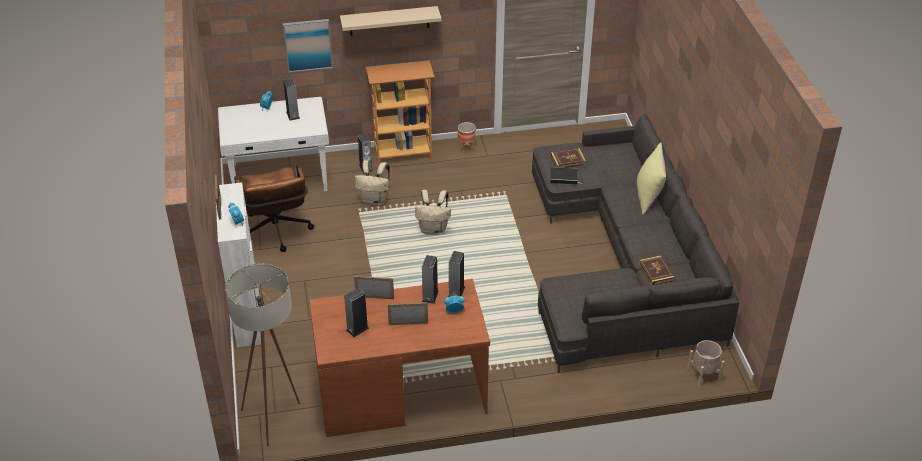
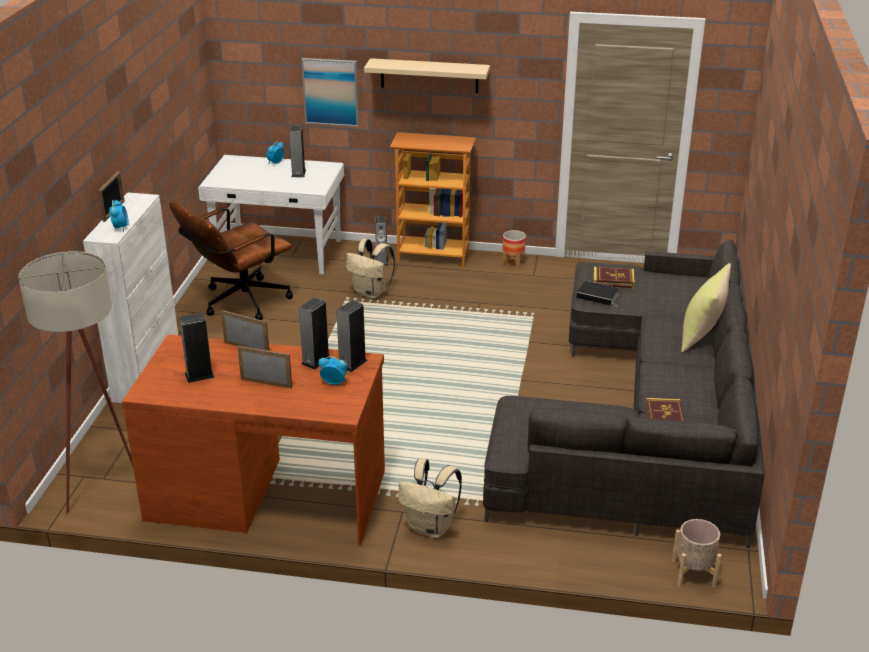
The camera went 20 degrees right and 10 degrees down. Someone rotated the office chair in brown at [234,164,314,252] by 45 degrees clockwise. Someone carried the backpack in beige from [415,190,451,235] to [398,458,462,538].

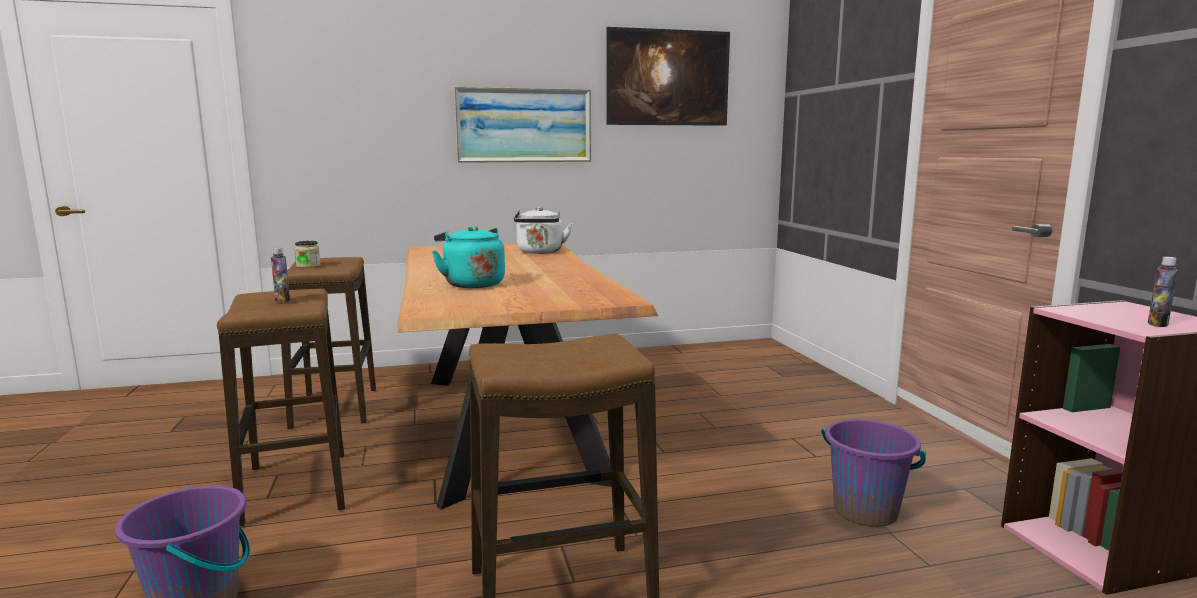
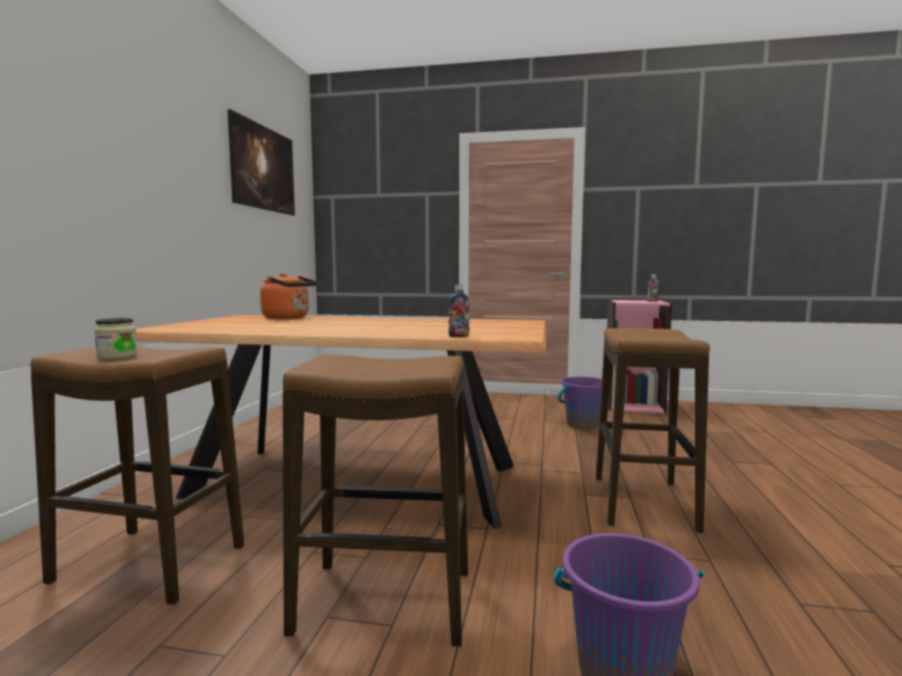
The camera went 65 degrees left and 5 degrees down. Someone repainted the kettle in white at [514,207,573,254], which became the kettle in orange at [260,273,317,319]. Someone carried the bottle from [271,248,290,302] to [448,285,470,337]. Someone took away the kettle in turquoise at [432,226,505,288]. Someone took away the picture at [454,87,591,163].

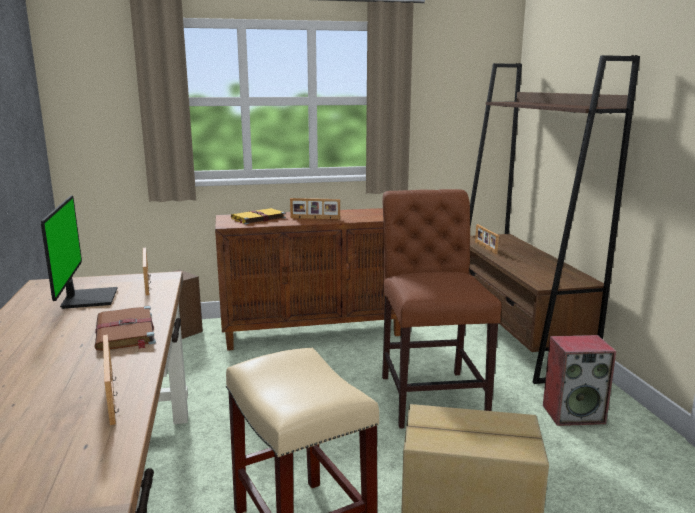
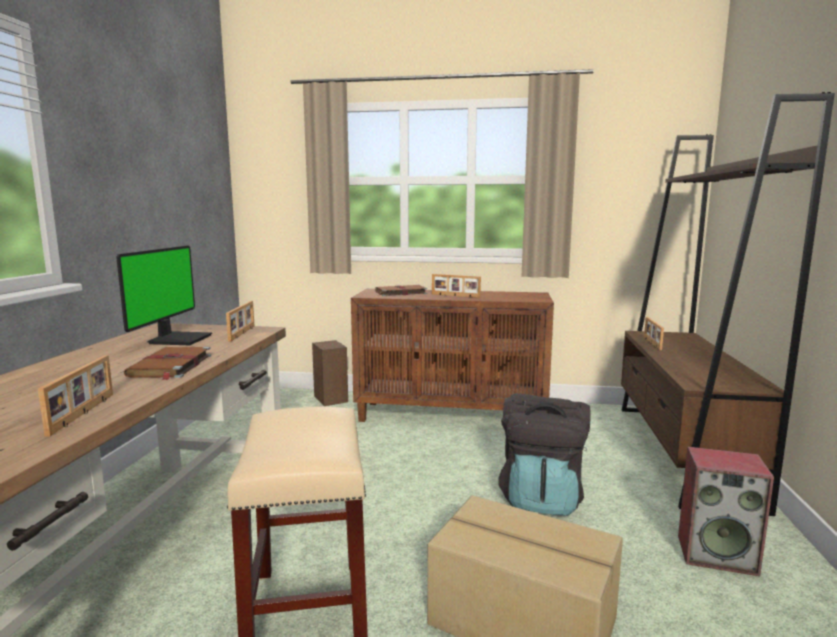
The camera went 20 degrees right and 5 degrees down. Someone repainted the book in yellow at [231,208,286,224], which became the book in brown at [375,285,427,296]. Someone swapped the chair in brown at [382,189,502,429] for the backpack in black at [499,393,591,515].

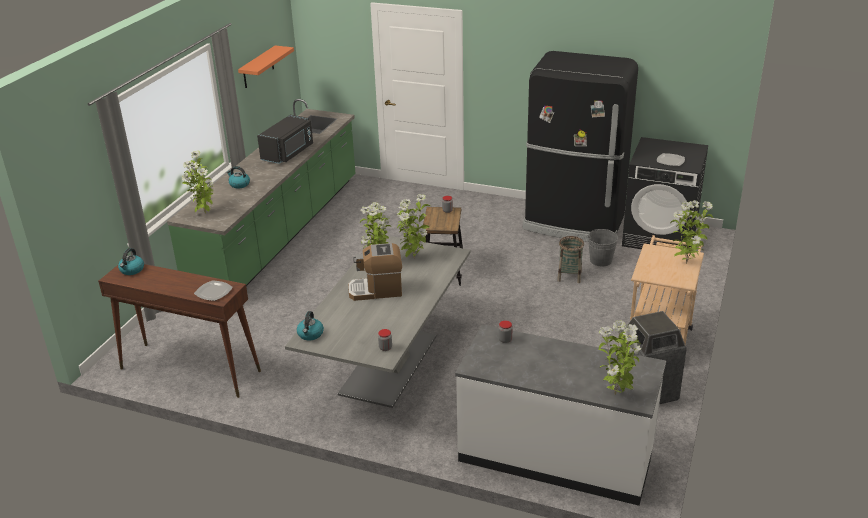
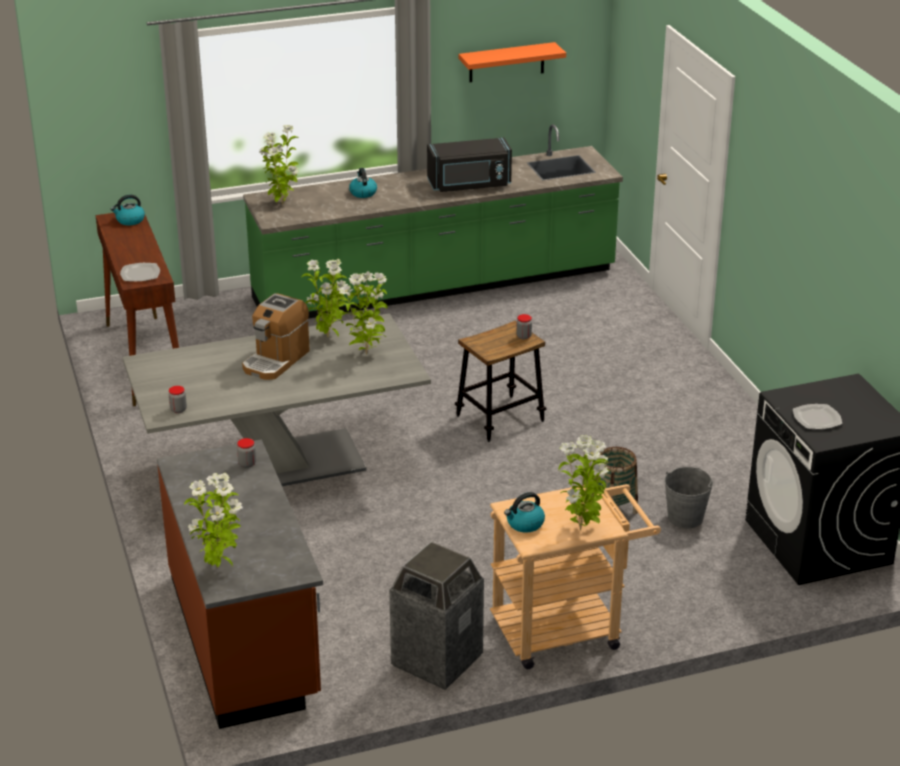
The camera went 50 degrees right and 0 degrees up. Someone repainted the counter in white at [455,325,666,506], which became the counter in brown at [157,440,323,729]. Someone rotated the coffee machine at [348,243,402,301] by 105 degrees counterclockwise. Someone carried the kettle from [297,311,324,341] to [504,492,545,533]. Someone took away the fridge in black at [523,51,638,242].

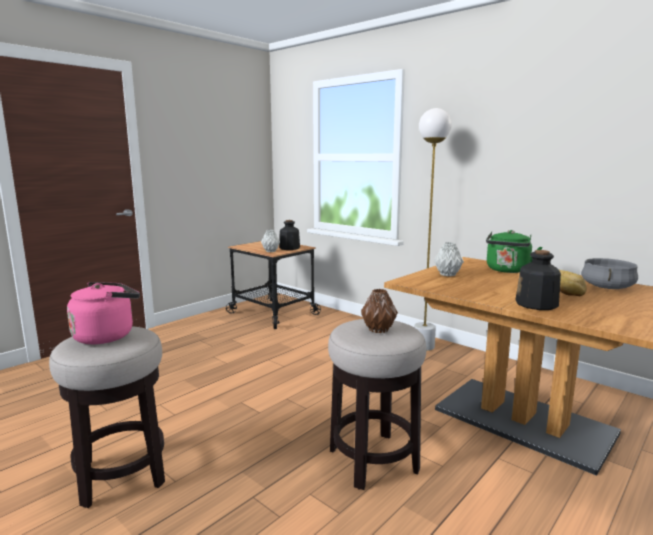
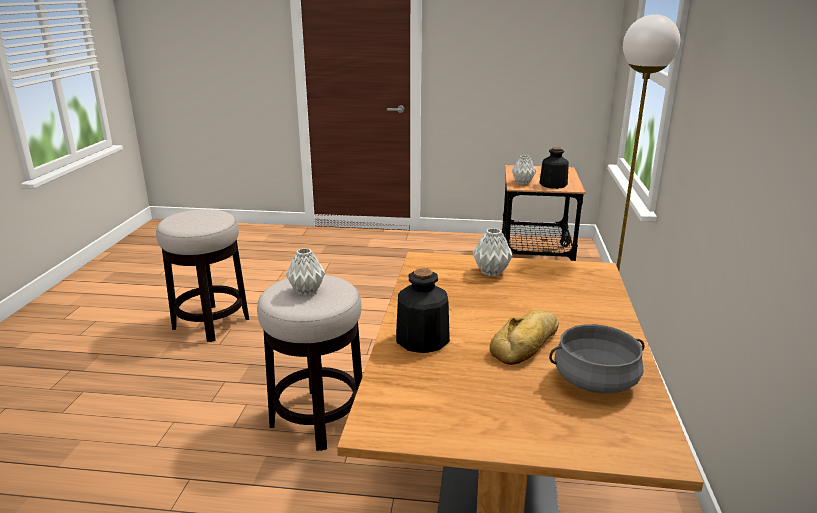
The camera went 55 degrees right and 10 degrees up. Someone repainted the vase in brown at [361,289,398,333], which became the vase in grey at [286,248,325,295]. Someone took away the kettle in pink at [67,282,140,344]. Someone took away the kettle in green at [486,230,543,273].

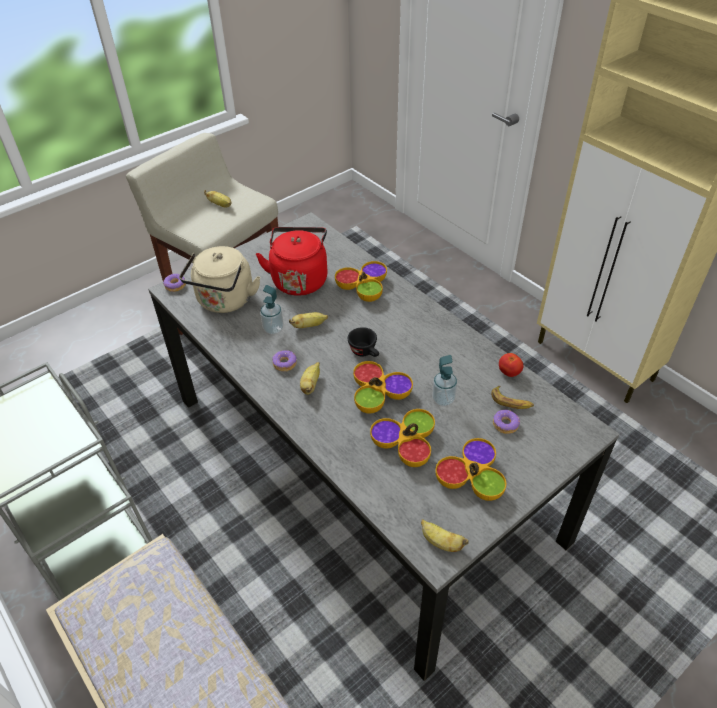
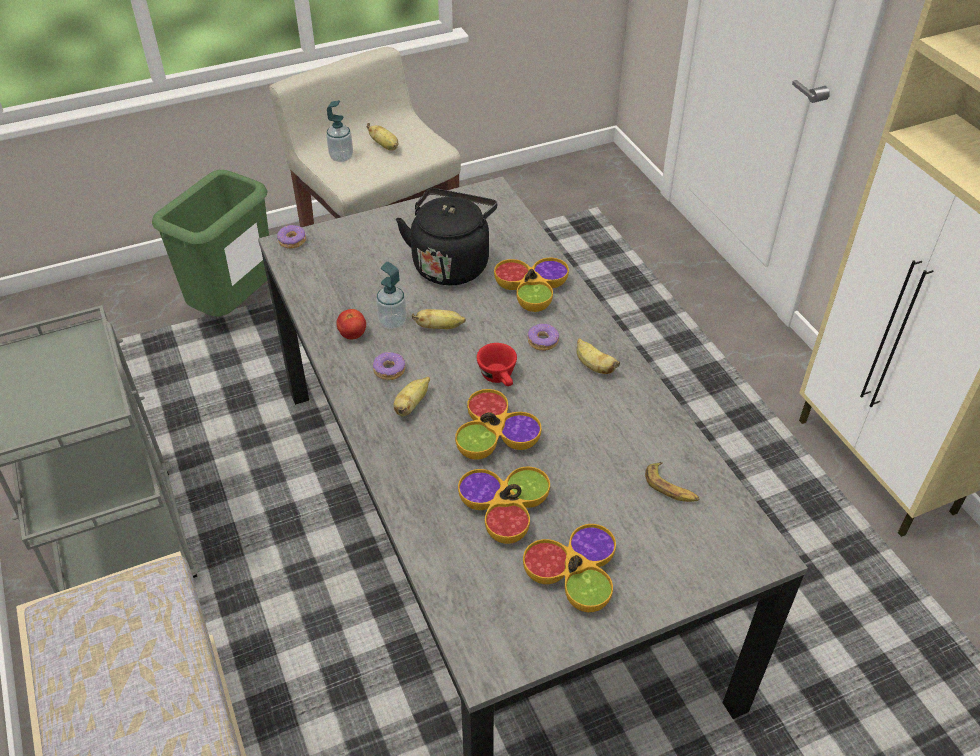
The camera went 15 degrees right and 0 degrees up. Someone put down the trash can in green at [152,170,269,316]. Someone carried the soap dispenser from [432,355,457,406] to [326,100,353,162]. Someone carried the tomato from [499,353,523,377] to [336,309,366,340]. Someone repainted the kettle in red at [256,227,328,296], which became the kettle in black at [396,188,497,285]. Someone repainted the cup in black at [348,327,379,357], which became the cup in red at [477,343,517,386]. Someone carried the donut from [493,410,520,434] to [528,324,560,351]. Someone carried the banana from [421,519,469,552] to [576,338,620,374]. Someone took away the kettle in beige at [179,246,261,313].

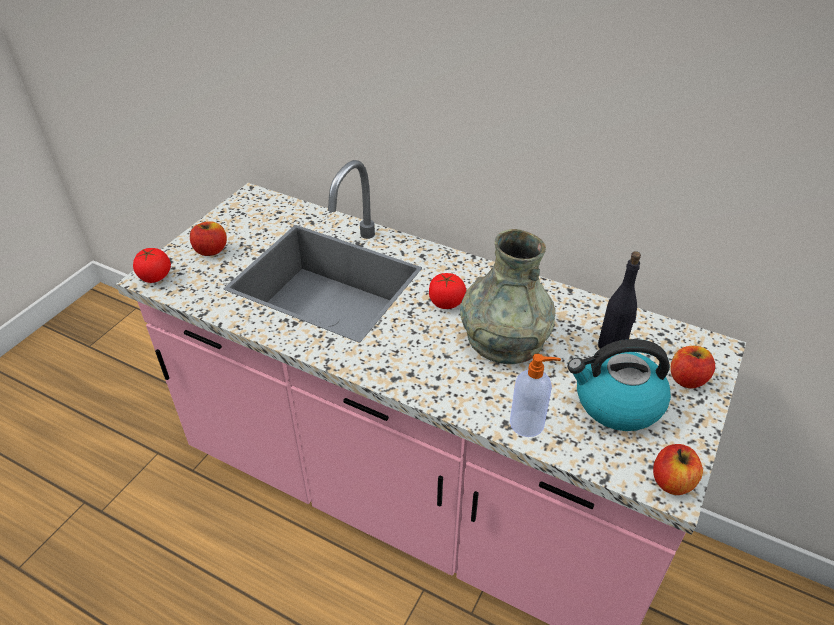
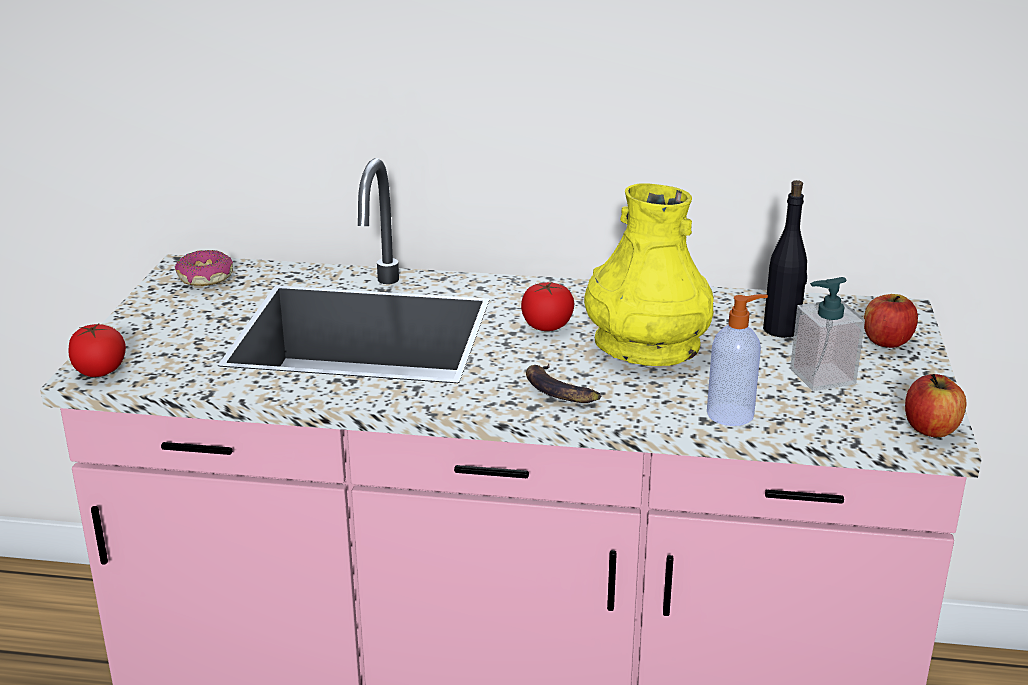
The camera went 20 degrees left and 15 degrees down. Someone put down the donut at [175,250,233,286]. Someone put down the banana at [526,364,601,403]. Someone repainted the vase in grey at [460,229,555,364], which became the vase in yellow at [584,183,714,366]. Someone swapped the kettle at [568,339,671,431] for the soap dispenser at [790,277,865,391]. Someone took away the apple at [190,222,227,256].

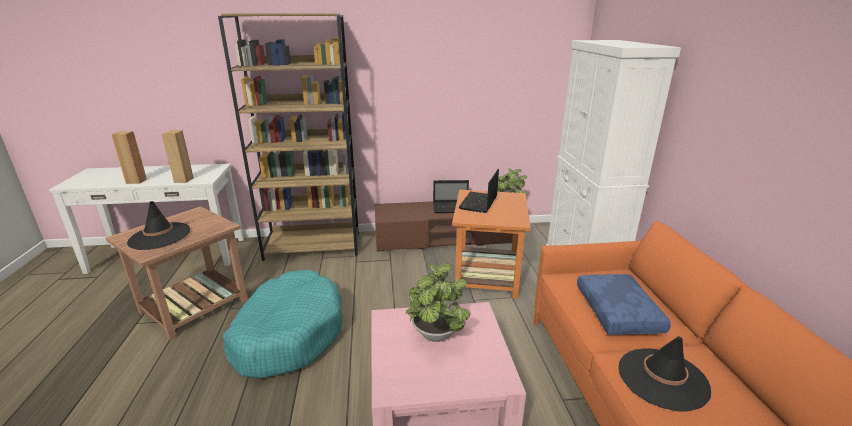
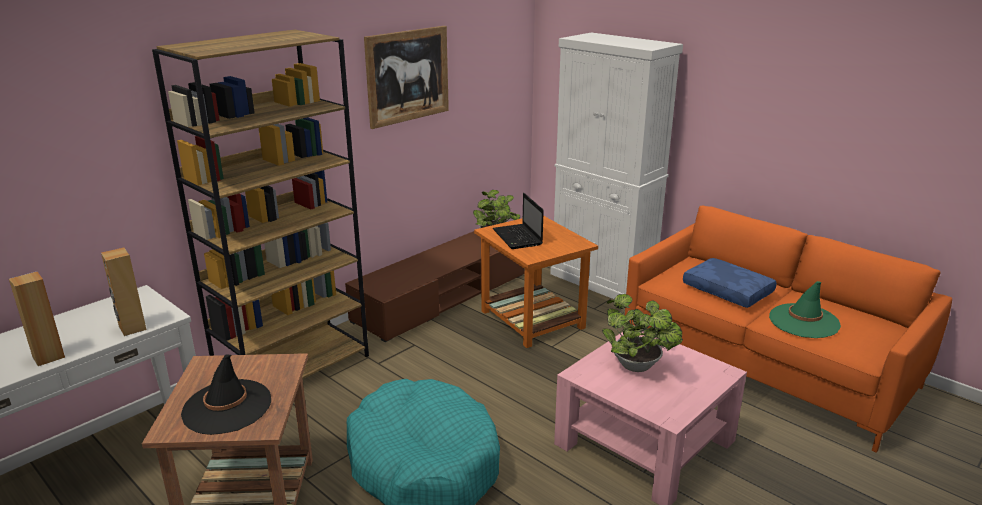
The camera went 40 degrees left and 0 degrees up. Someone put up the picture at [364,26,449,129]. Someone repainted the hat in black at [618,337,711,411], which became the hat in green at [769,281,841,338]. Someone took away the laptop at [433,180,469,213].

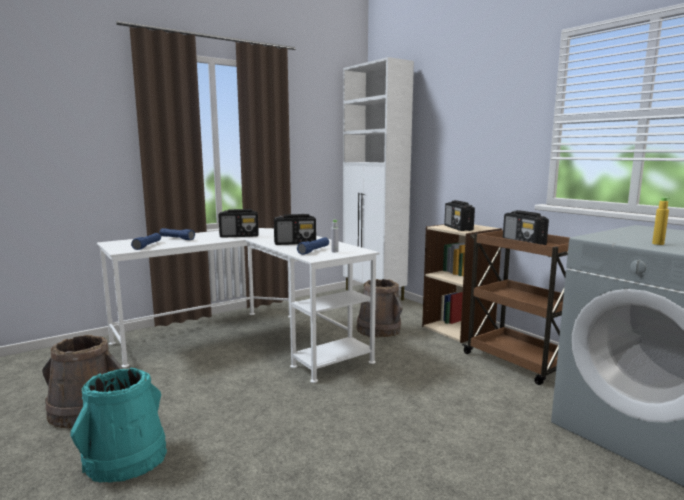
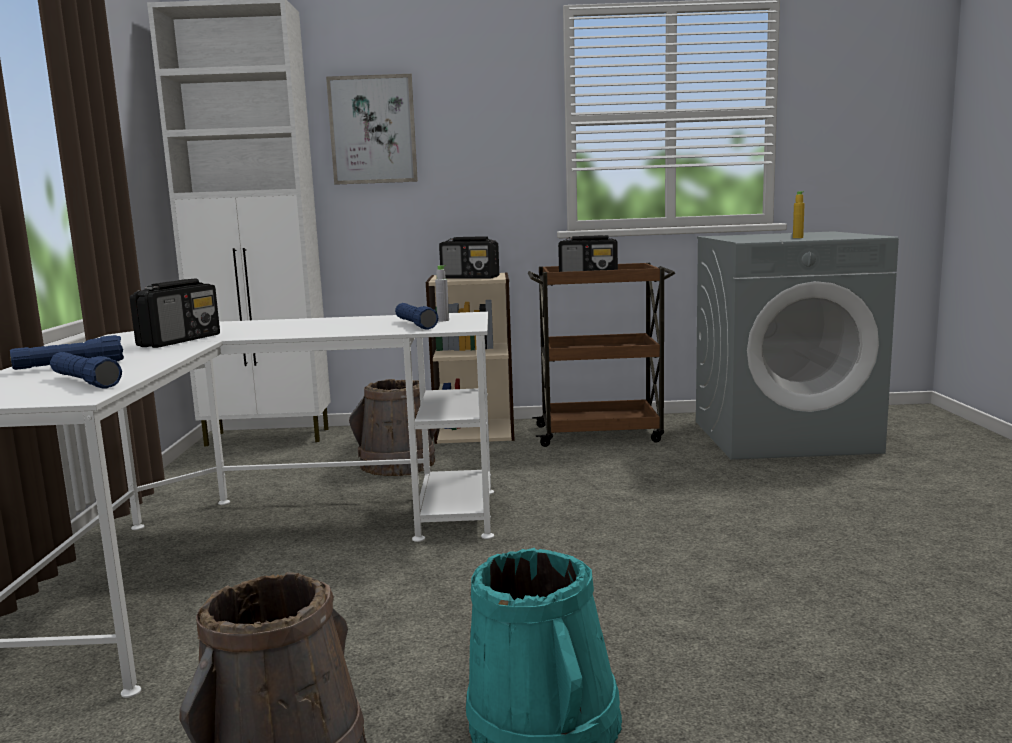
The camera went 55 degrees left and 0 degrees up. Someone put up the picture at [326,74,418,185]. Someone took away the radio at [274,214,316,245].

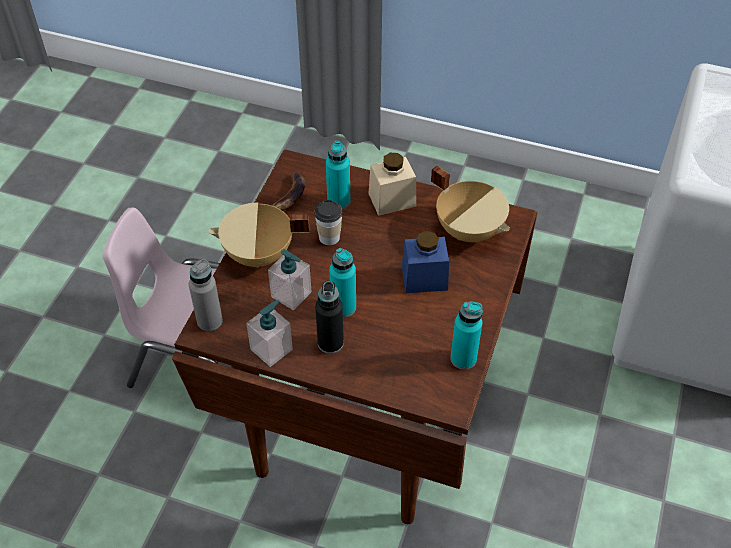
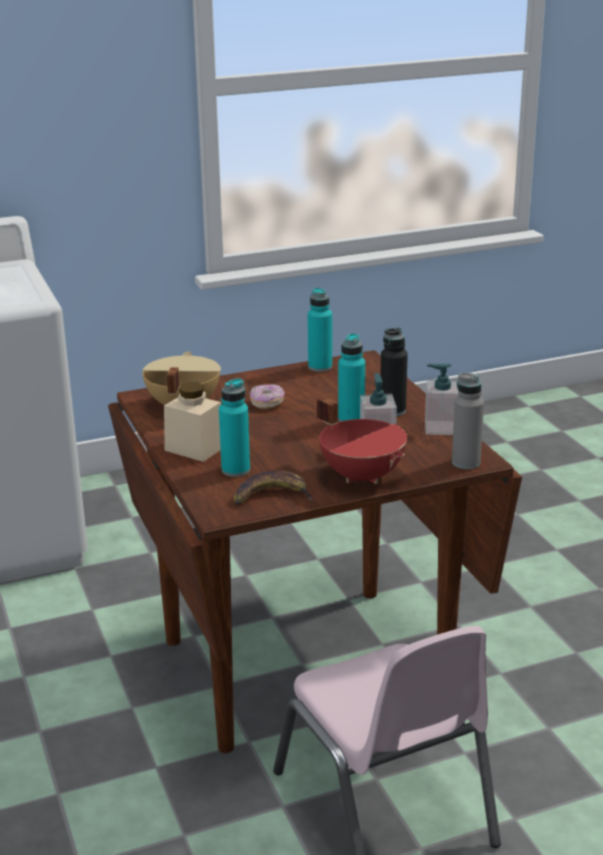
The camera went 130 degrees left and 25 degrees down. Someone swapped the jar in blue at [402,231,449,293] for the donut at [250,384,285,409]. Someone repainted the cooking pot in beige at [208,202,309,268], which became the cooking pot in red at [317,397,407,484]. Someone took away the cup at [314,200,342,246].

